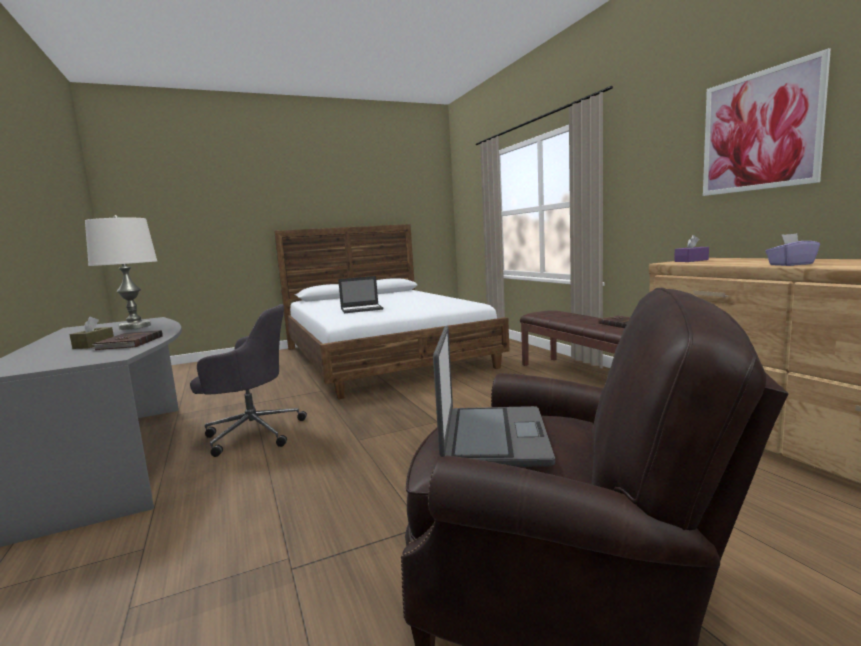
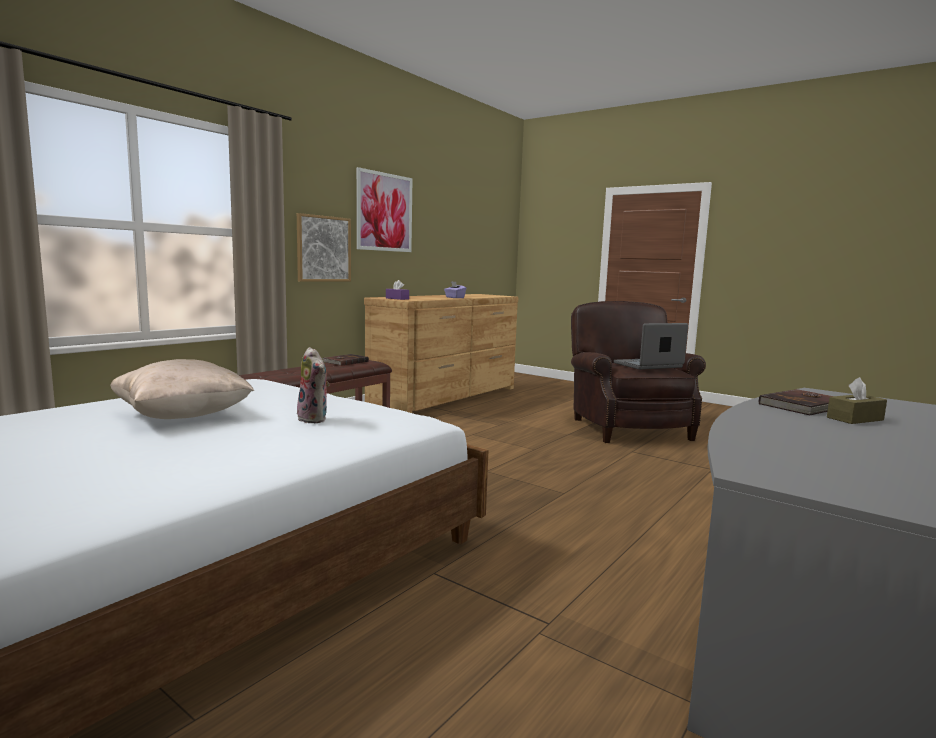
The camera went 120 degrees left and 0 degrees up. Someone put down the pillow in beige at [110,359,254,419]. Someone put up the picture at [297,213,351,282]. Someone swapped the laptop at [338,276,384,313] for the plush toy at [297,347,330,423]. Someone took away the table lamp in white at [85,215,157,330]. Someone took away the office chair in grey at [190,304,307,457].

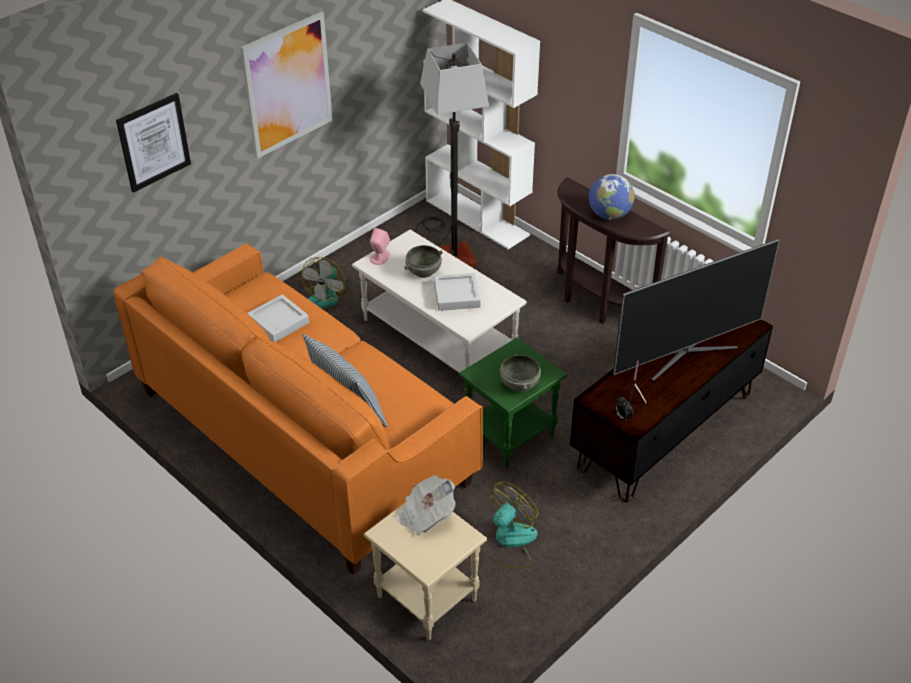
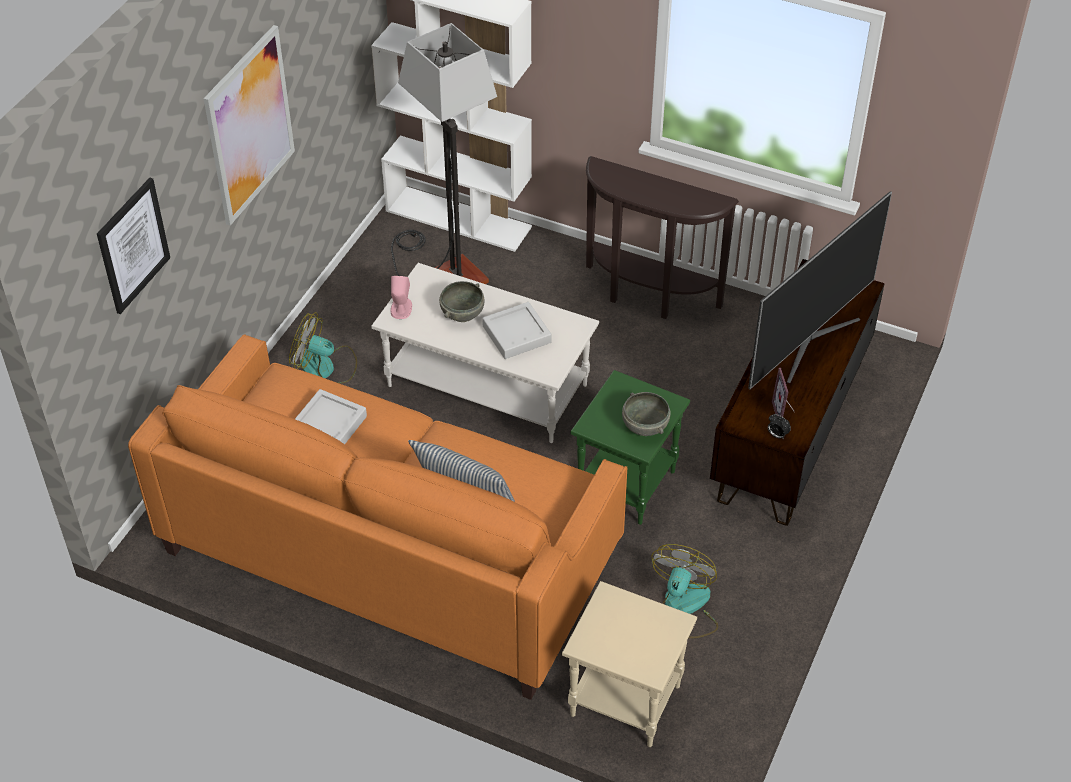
The camera went 20 degrees left and 5 degrees up. Someone rotated the fan at [302,257,345,309] by 105 degrees clockwise. Someone took away the newspaper at [396,475,456,536]. Someone took away the globe at [589,174,635,220].

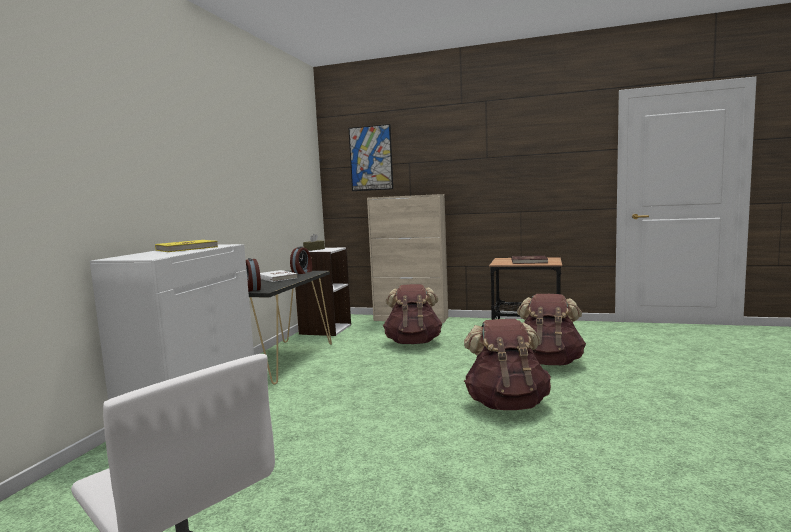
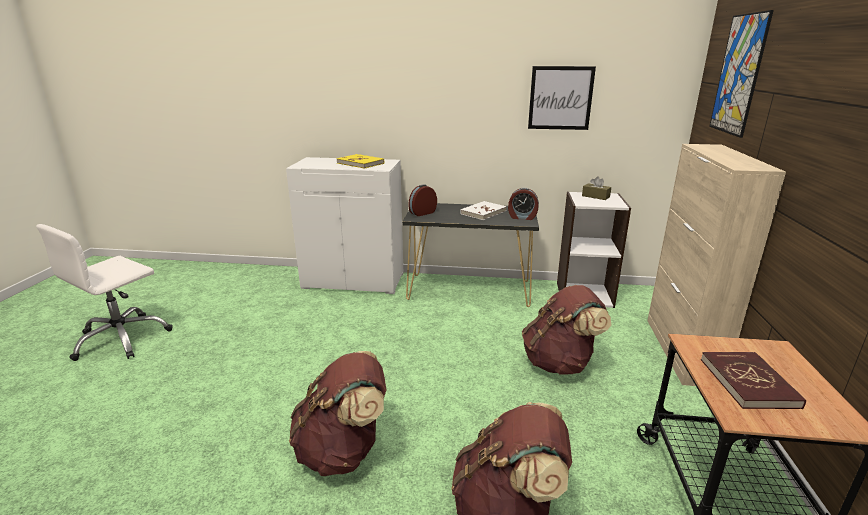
The camera went 80 degrees right and 15 degrees up. Someone put up the picture at [528,66,596,130].

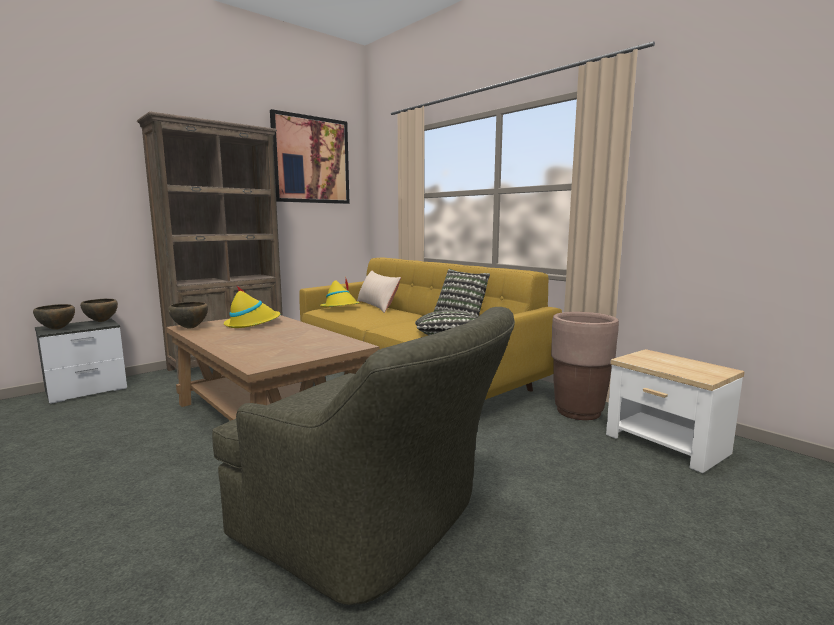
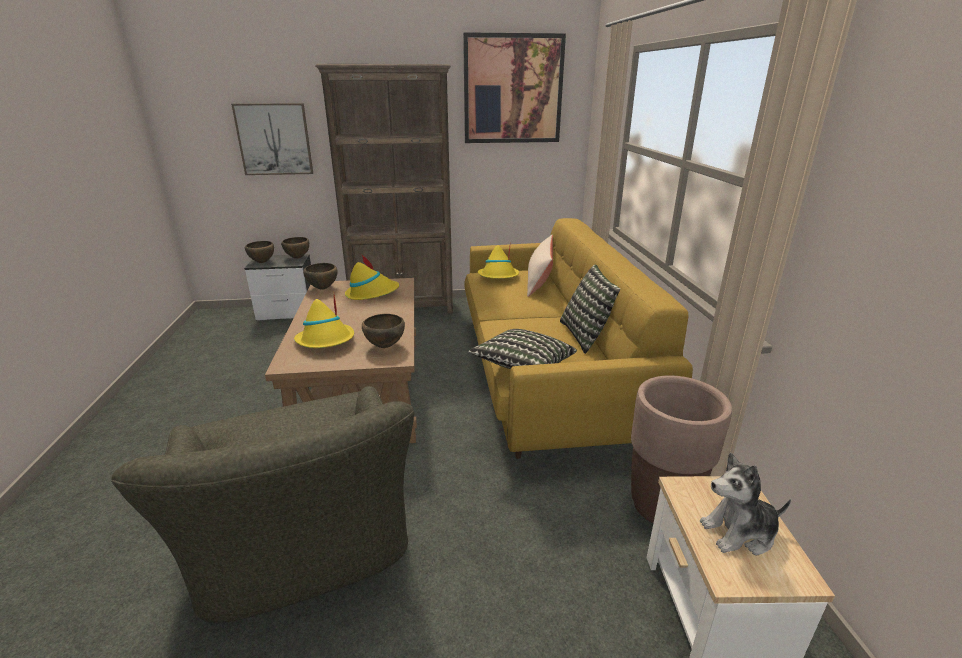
The camera went 35 degrees right and 15 degrees up. Someone put up the picture at [231,103,313,175]. Someone put down the hat in yellow at [294,295,354,348]. Someone put down the bowl in brown at [362,314,405,348]. Someone put down the plush toy at [700,453,791,556].

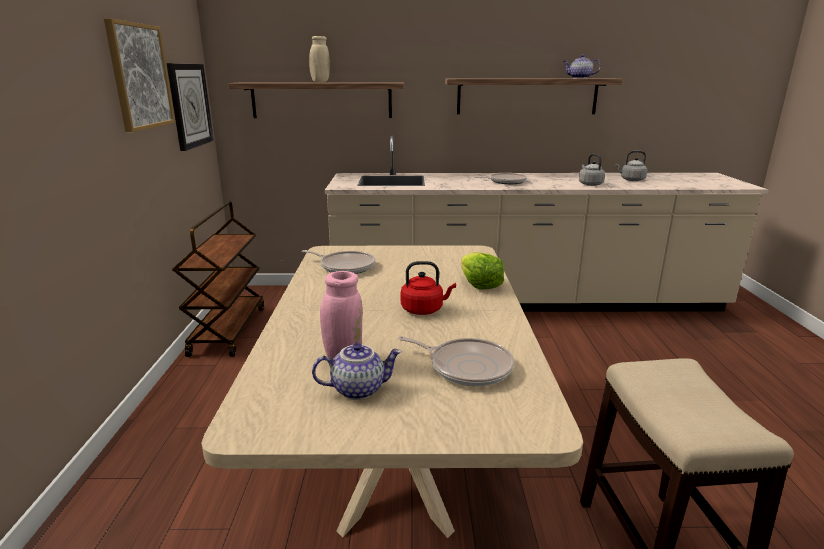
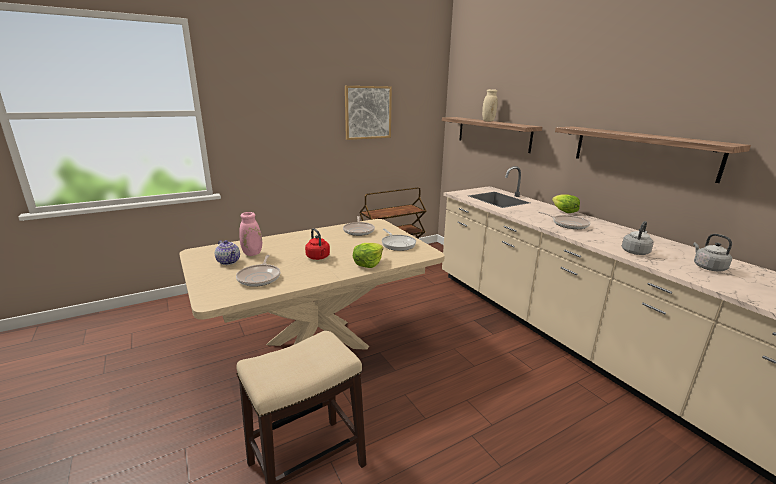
The camera went 60 degrees right and 0 degrees up. Someone put down the frying pan at [382,229,416,251]. Someone put down the lettuce at [552,194,580,213]. Someone took away the wall clock at [167,63,214,151]. Someone took away the teapot at [563,55,601,78].

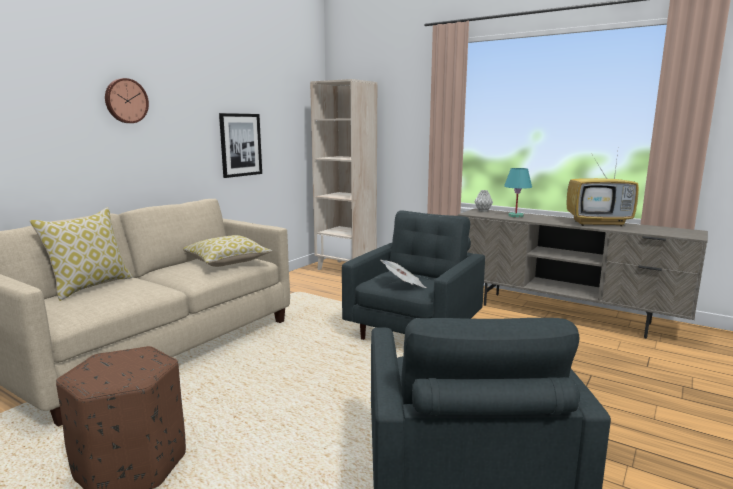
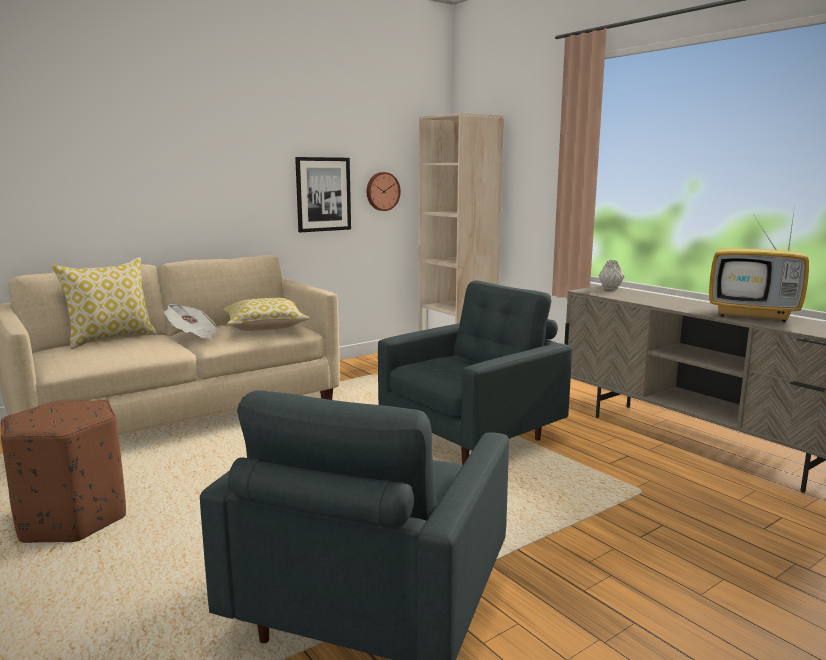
The camera went 20 degrees right and 0 degrees up. Someone carried the newspaper from [380,260,426,288] to [164,304,219,339]. Someone carried the wall clock from [105,78,149,123] to [367,172,401,211]. Someone took away the table lamp in turquoise at [504,168,532,218].

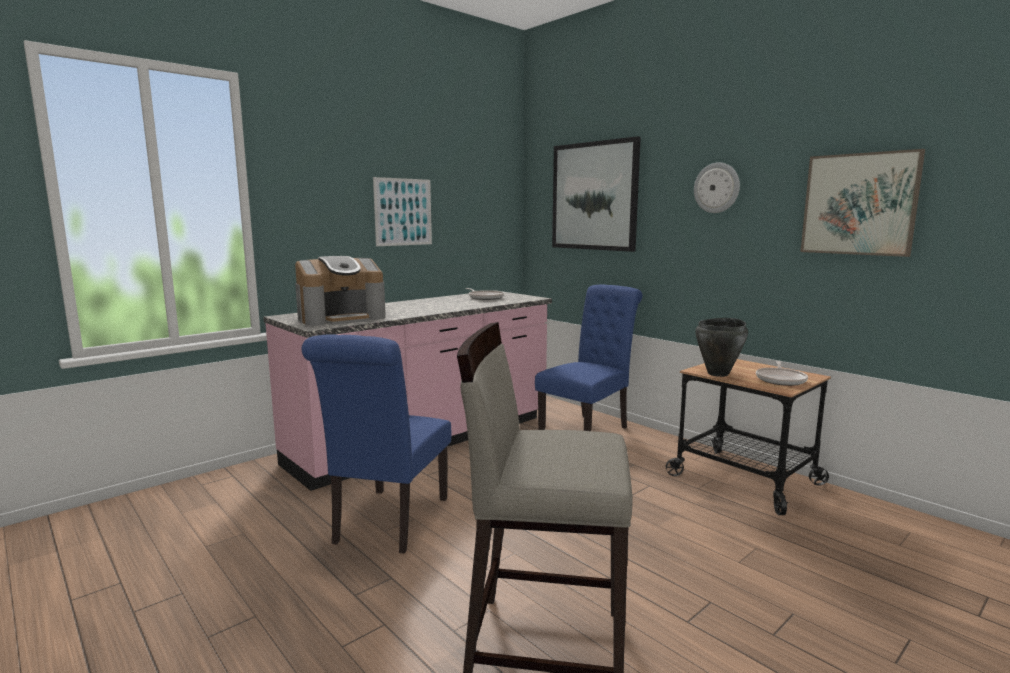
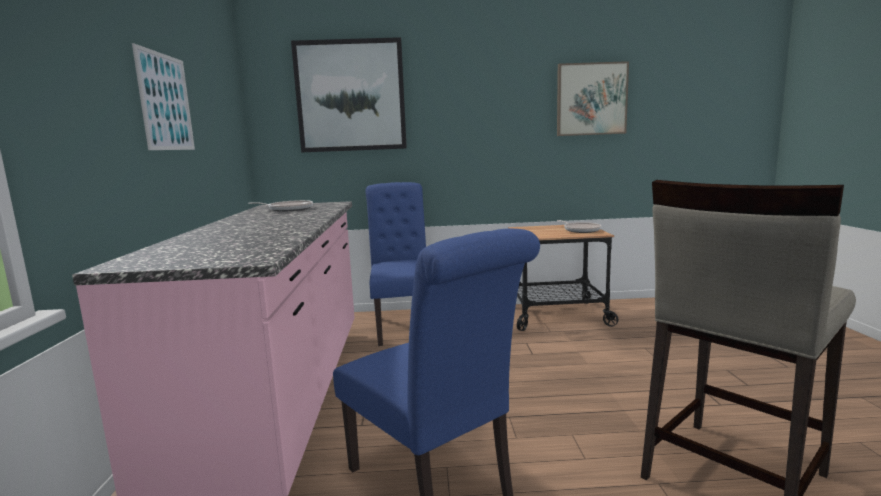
The camera went 50 degrees left and 0 degrees up. Someone took away the coffee machine at [295,256,386,326]. Someone took away the wall clock at [694,162,740,213]. Someone took away the cooking pot in black at [695,318,748,377].

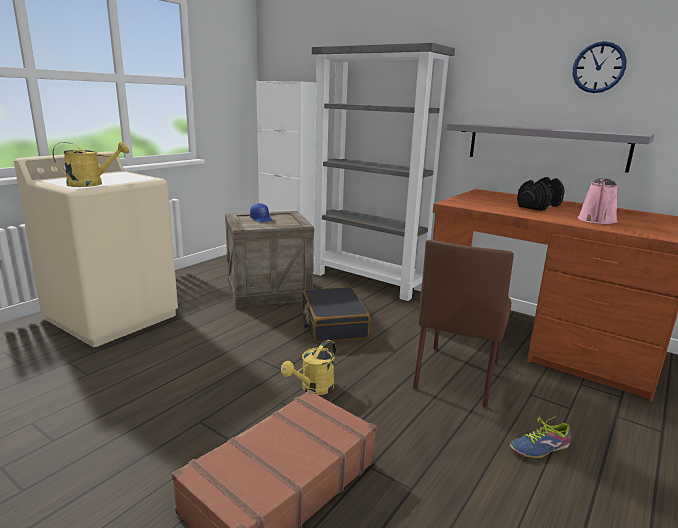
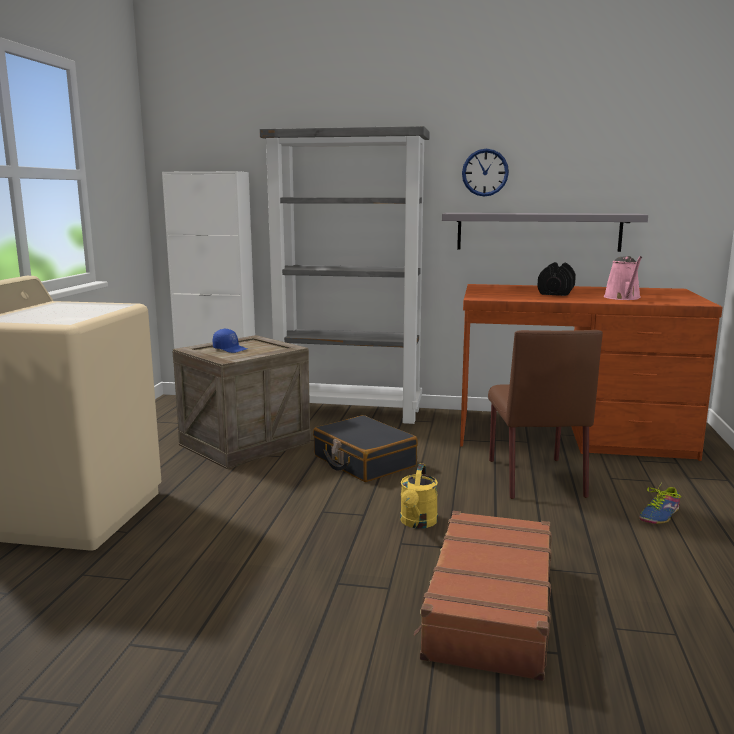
The camera went 25 degrees left and 5 degrees down. Someone carried the wall clock from [573,41,627,93] to [462,149,509,197]. Someone took away the watering can in yellow at [52,141,129,187].

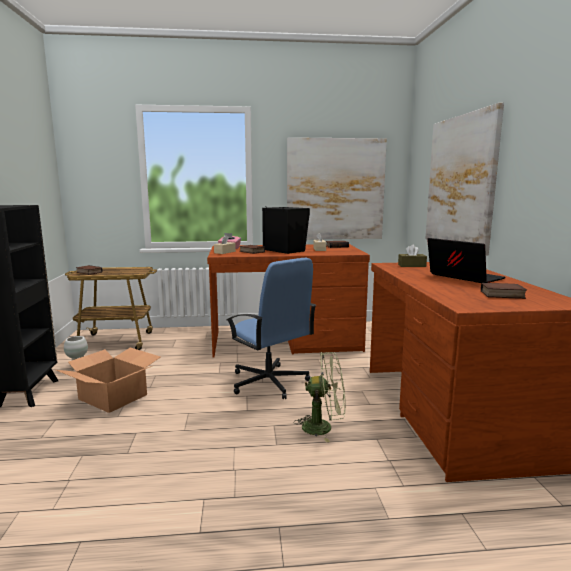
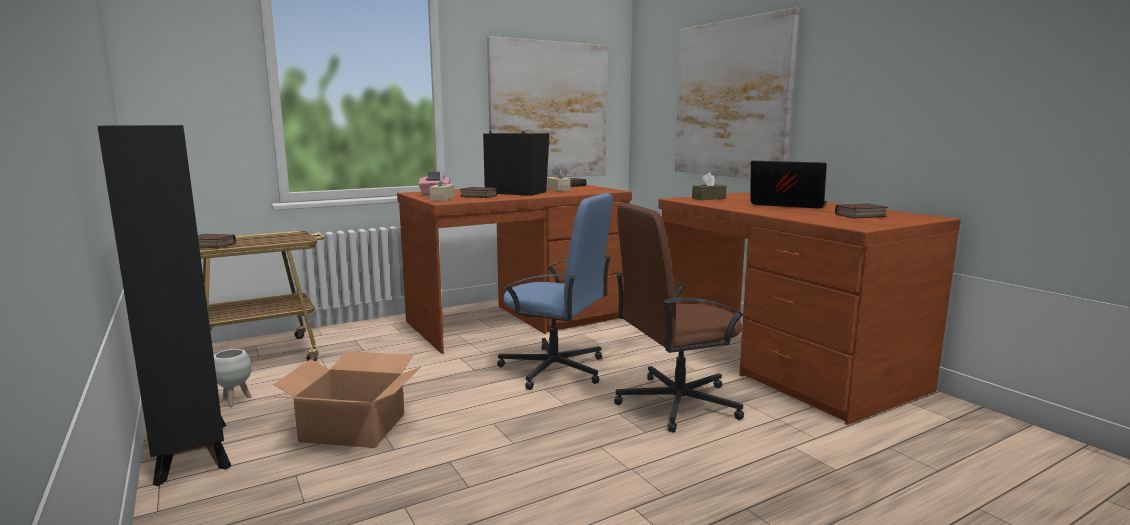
The camera went 25 degrees left and 0 degrees up. Someone swapped the fan in green at [294,352,345,443] for the office chair in brown at [614,203,745,433].

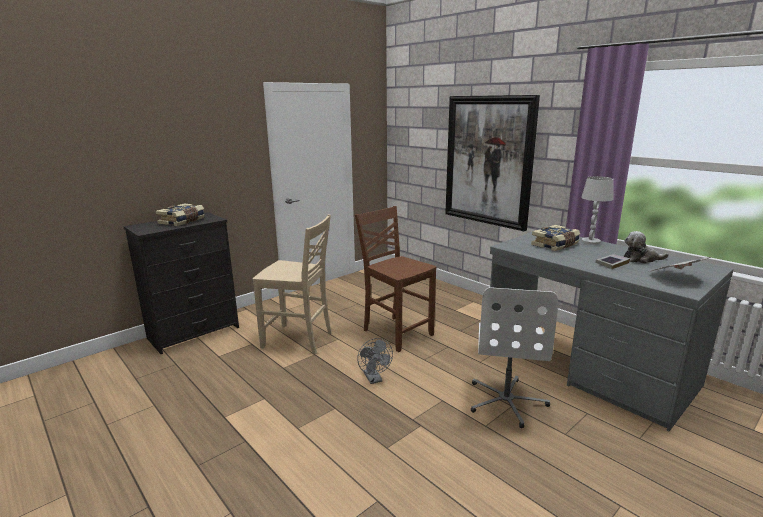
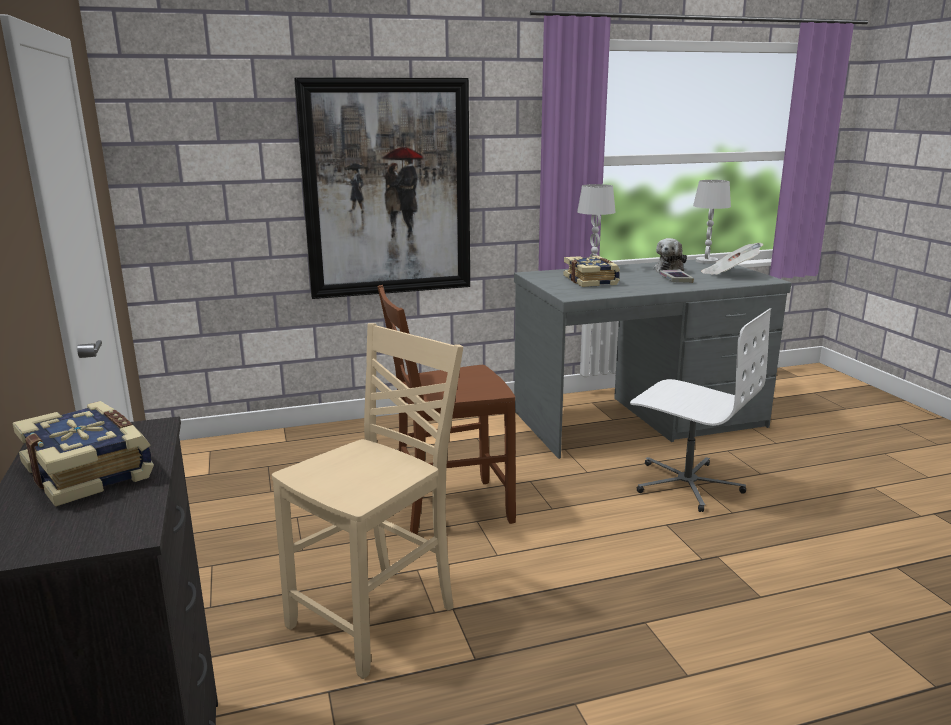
The camera went 65 degrees left and 0 degrees up. Someone put down the table lamp in white at [693,180,731,264]. Someone took away the fan in grey at [357,338,393,384].

